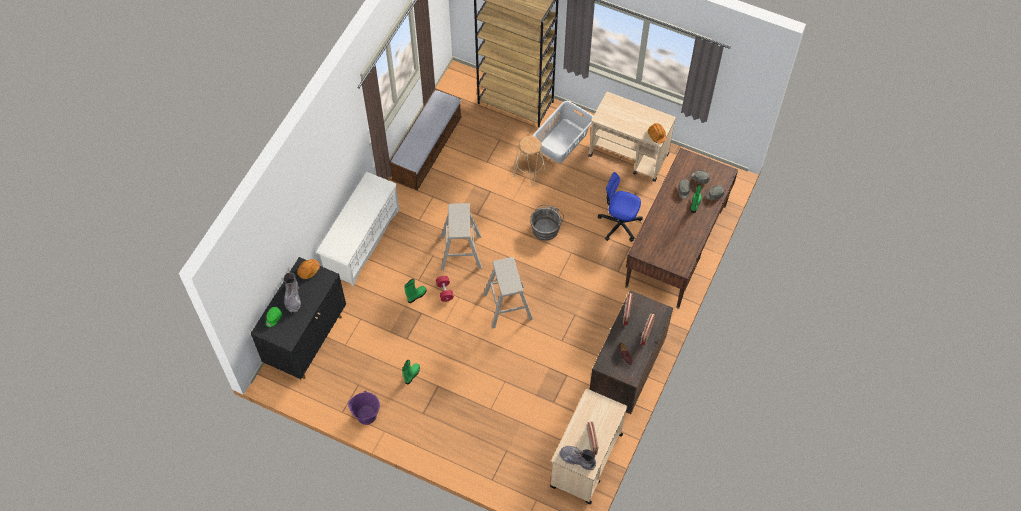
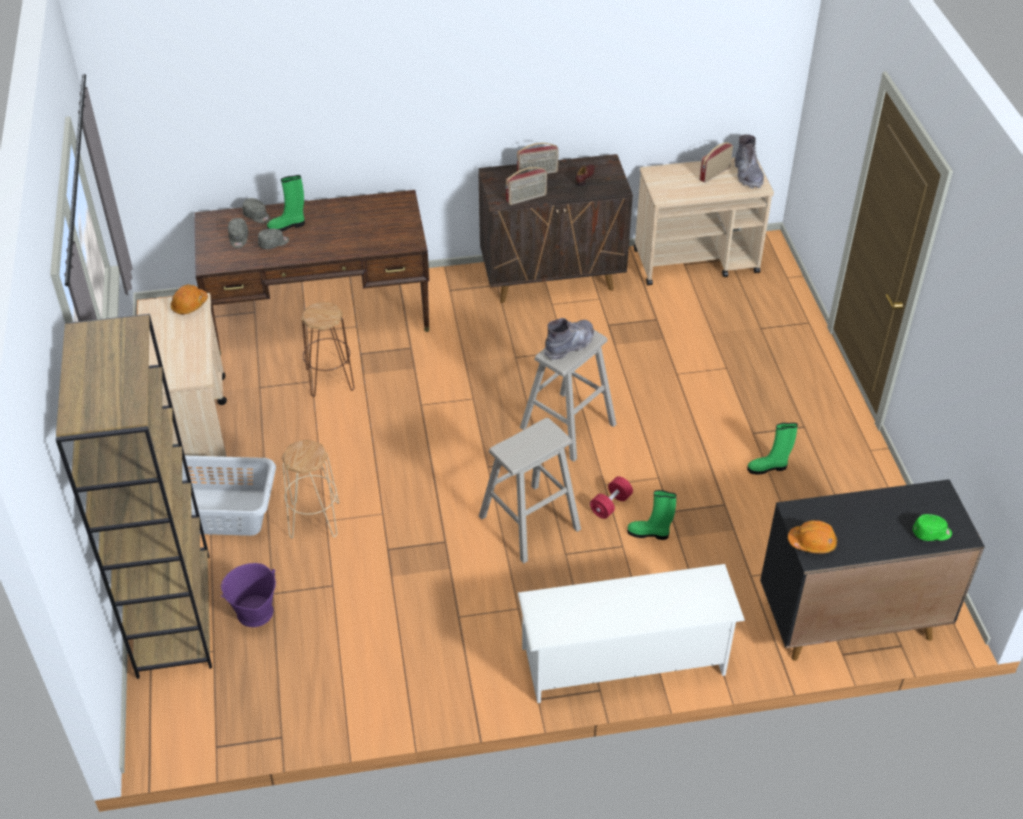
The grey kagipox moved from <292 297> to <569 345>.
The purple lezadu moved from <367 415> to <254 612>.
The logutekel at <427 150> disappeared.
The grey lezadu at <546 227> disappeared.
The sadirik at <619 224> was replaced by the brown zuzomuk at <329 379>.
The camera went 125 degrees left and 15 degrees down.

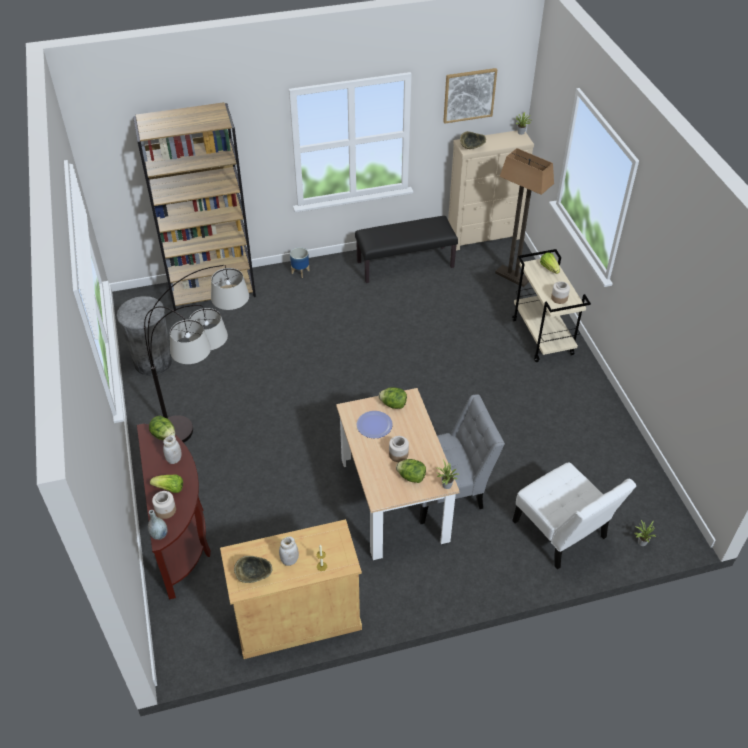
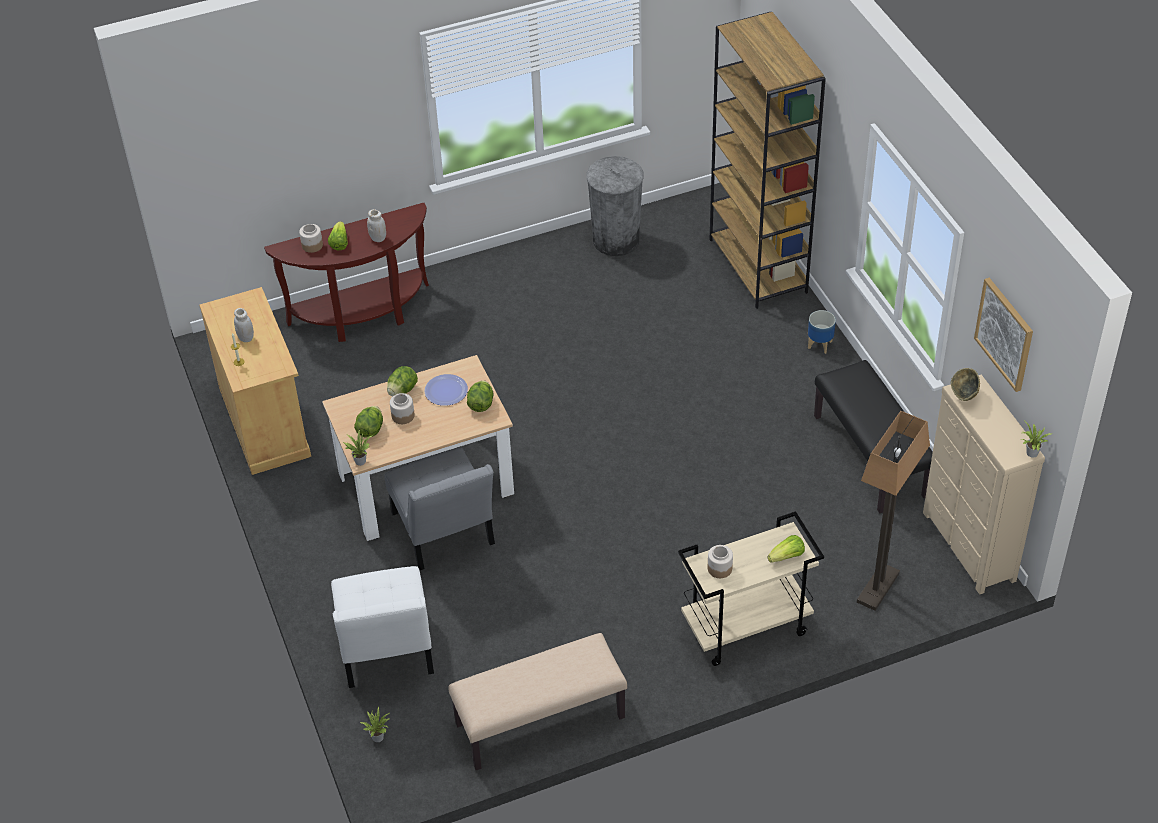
The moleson at <214 444> disappeared.
The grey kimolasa at <159 535> disappeared.
The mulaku moved from <164 435> to <402 390>.
The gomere at <254 576> disappeared.
The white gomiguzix at <562 533> turned 60 degrees counterclockwise.
The beige logutekel at <540 722> appeared.
The camera went 85 degrees right and 0 degrees up.

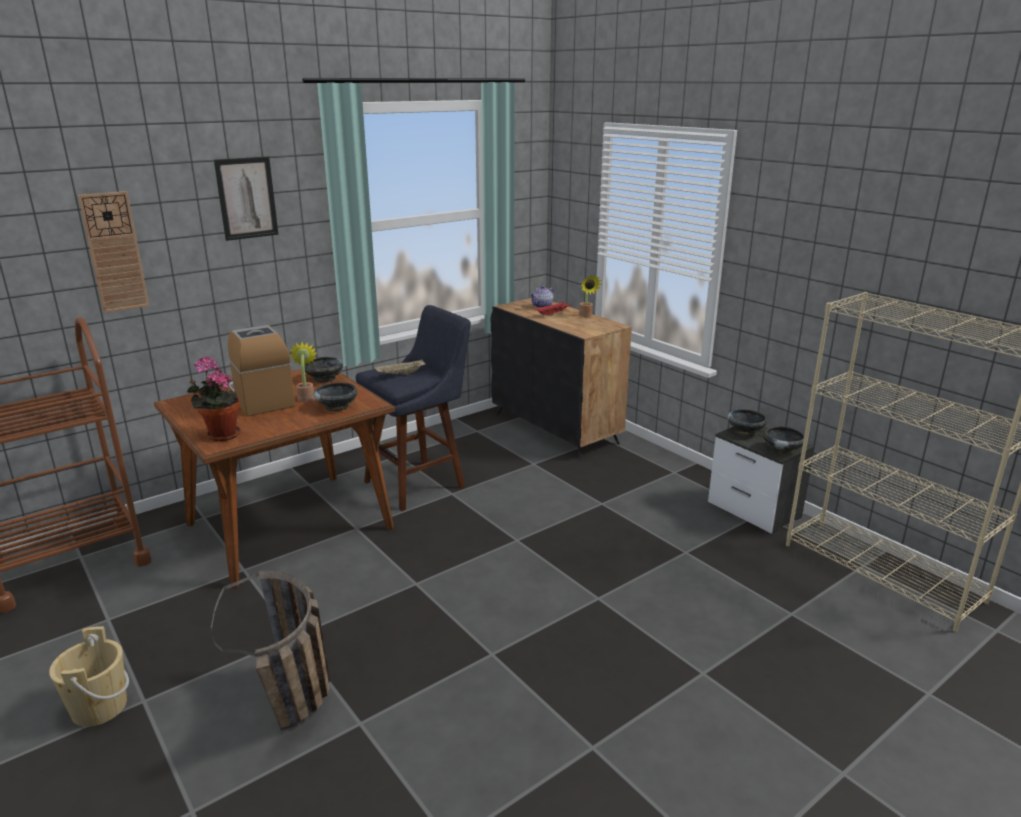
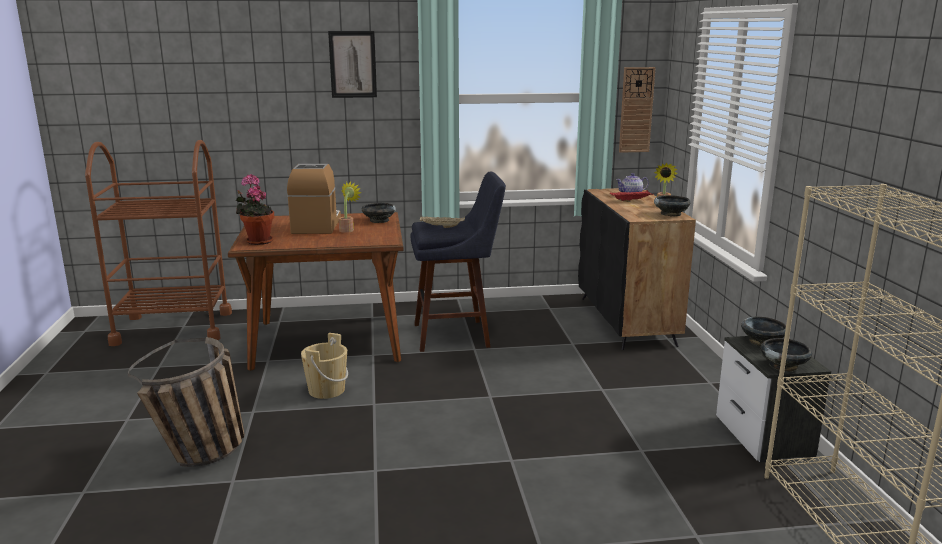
The beige lezadu moved from <99 707> to <326 390>.
The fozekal moved from <114 252> to <636 110>.
The black gomere moved from <337 407> to <671 214>.
The camera went 30 degrees right and 5 degrees down.

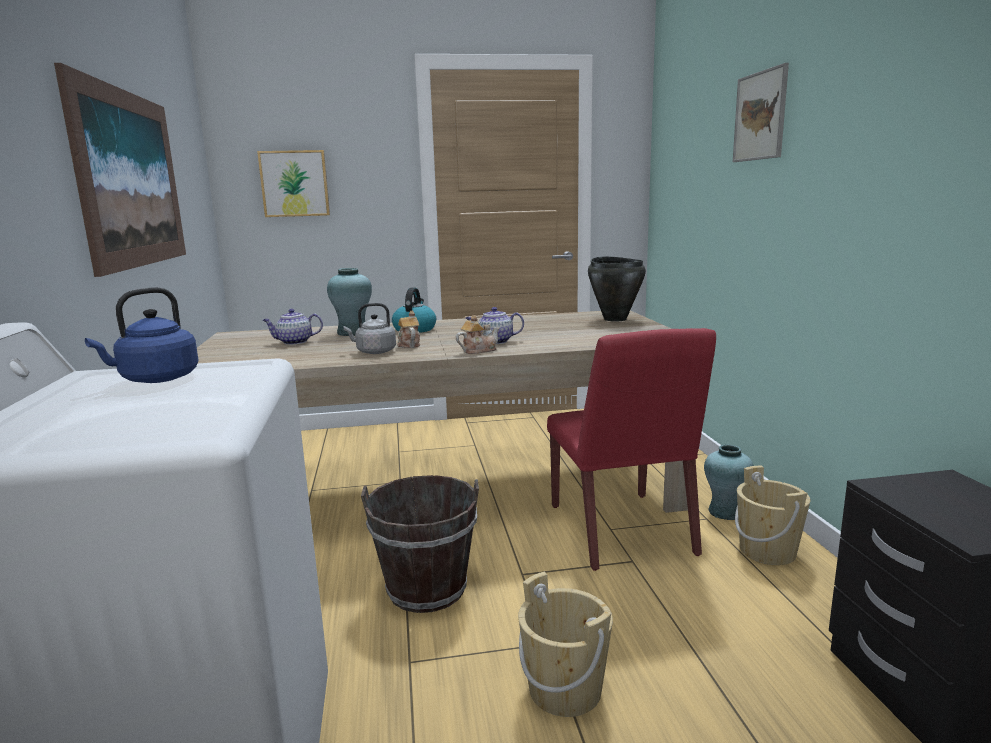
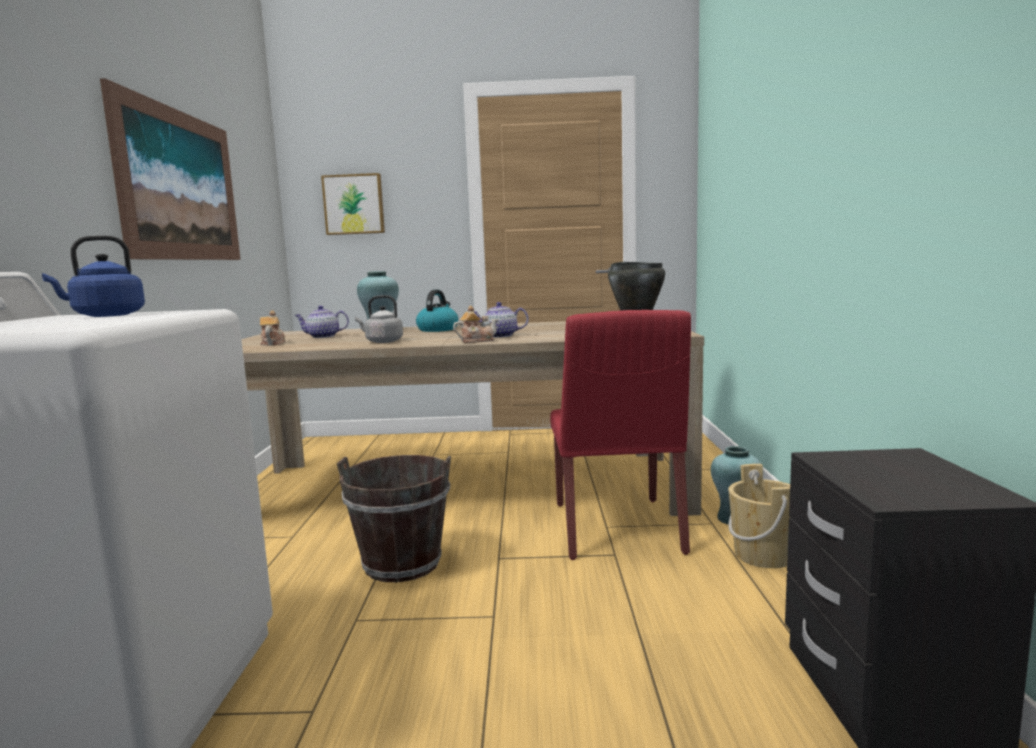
The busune moved from <408 345> to <273 344>.
The beige lezadu at <565 689> disappeared.
The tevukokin at <760 116> disappeared.
The camera went 10 degrees right and 5 degrees down.

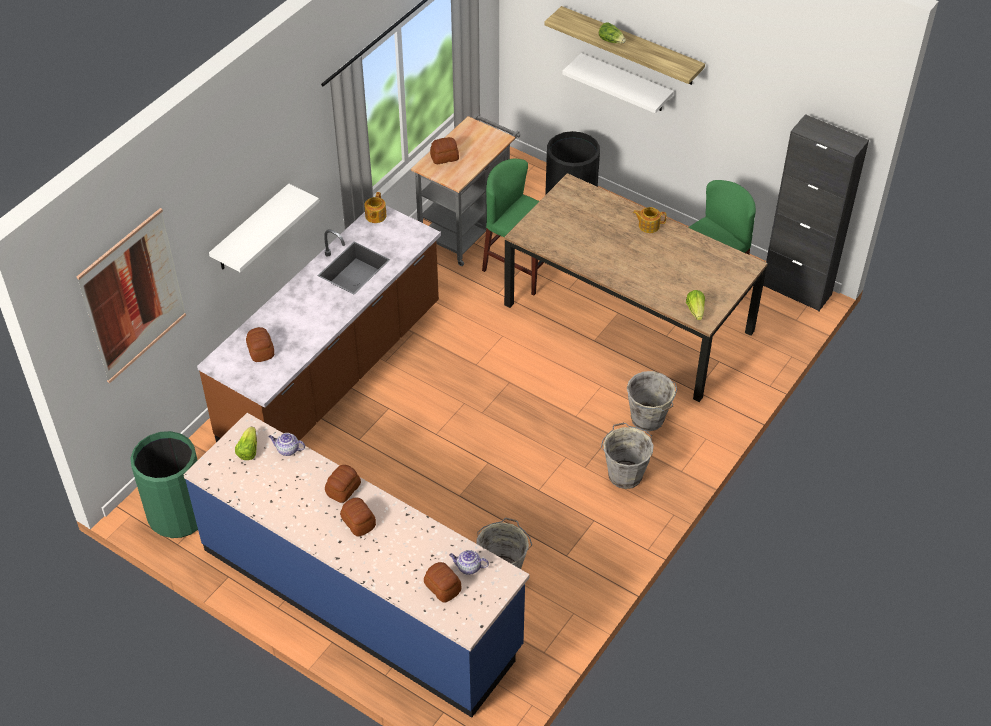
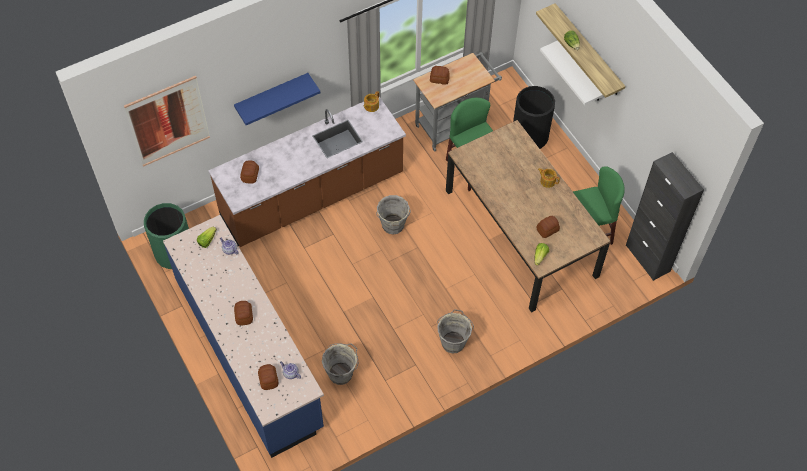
The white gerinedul at <251 229> became the blue gerinedul at <272 95>.
The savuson moved from <342 489> to <547 230>.
The grey lezadu moved from <648 420> to <393 226>.
The camera went 25 degrees right and 10 degrees up.

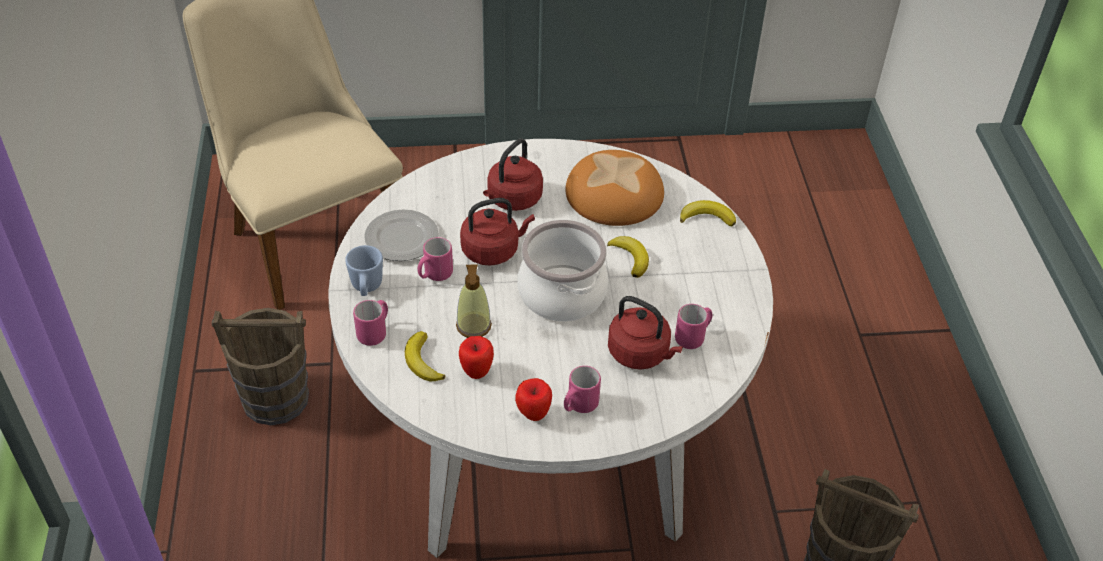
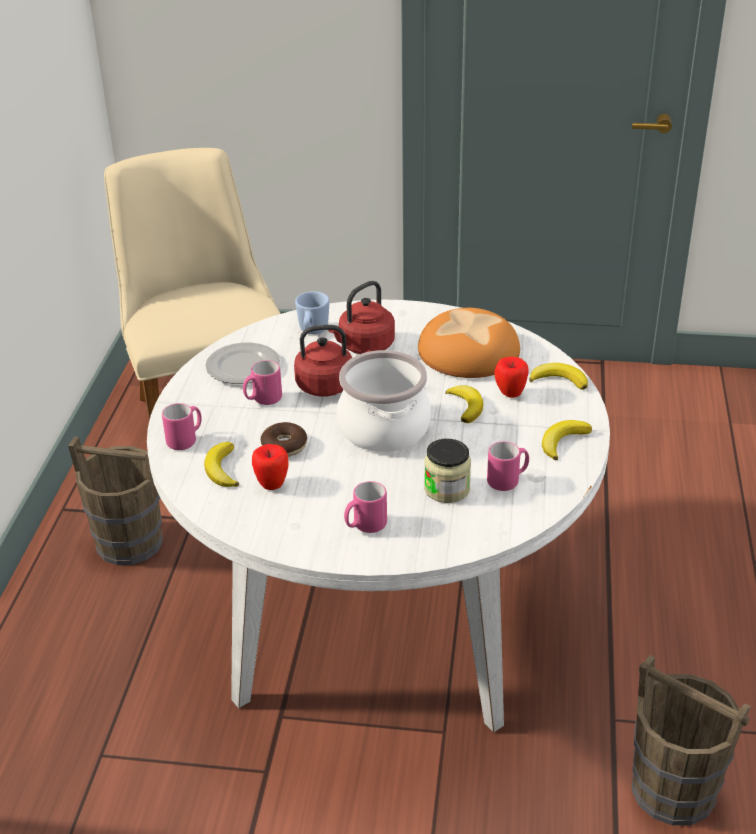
The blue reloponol moved from <366 288> to <312 332>.
The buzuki at <473 326> was replaced by the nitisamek at <284 446>.
The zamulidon moved from <533 415> to <510 394>.
The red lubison at <641 354> was replaced by the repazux at <447 489>.
The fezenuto at <562 441> appeared.
The camera went 15 degrees right and 10 degrees down.

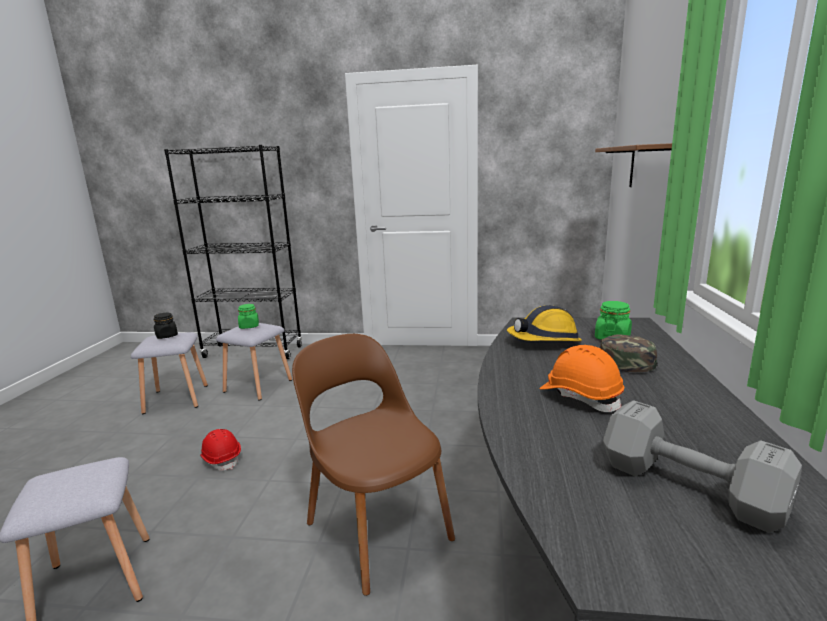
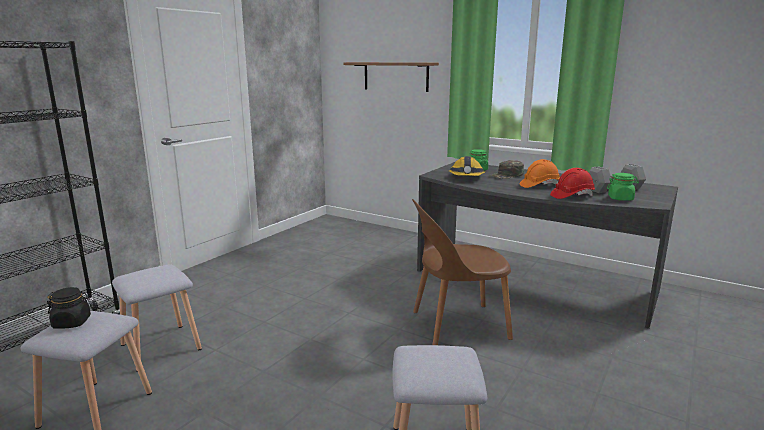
The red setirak moved from <221 459> to <571 196>.
The green repazux moved from <249 326> to <620 198>.
The camera went 65 degrees left and 0 degrees up.

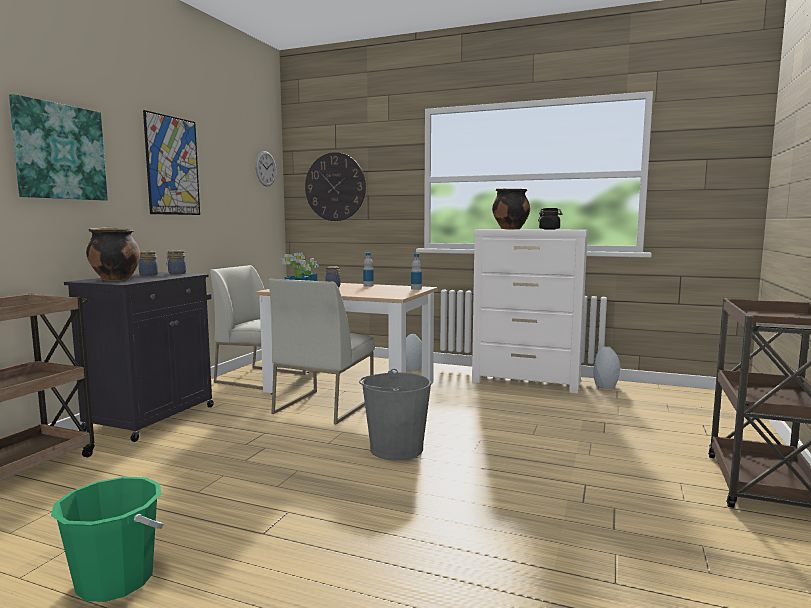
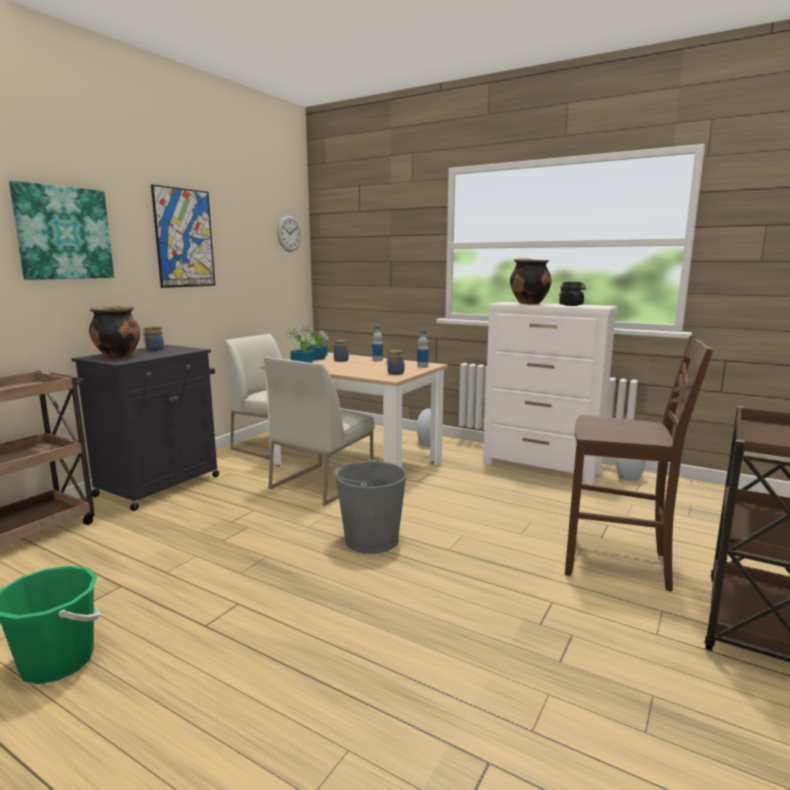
The repazux moved from <176 273> to <395 373>.
The fozekal at <335 187> disappeared.
The brown gomiguzix at <618 564> appeared.
The camera went 10 degrees right and 5 degrees up.

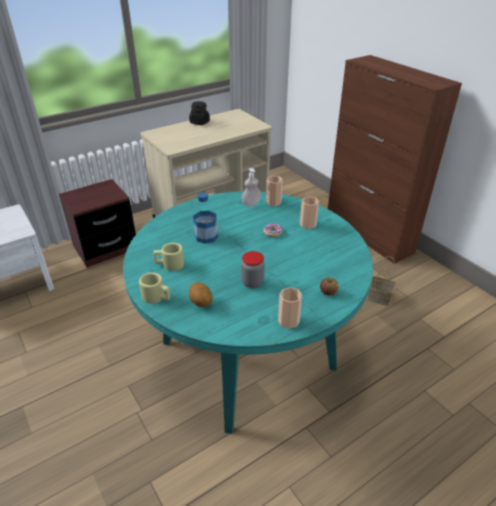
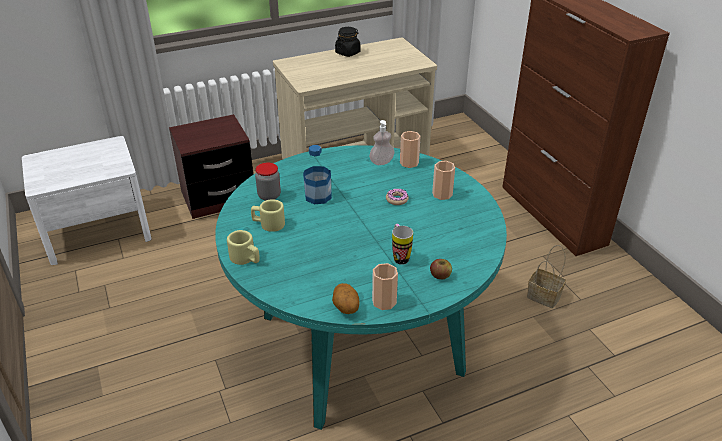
The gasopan moved from <200 303> to <345 308>.
The repazux moved from <252 282> to <269 196>.
The reloponol at <399 256> appeared.
The camera went 10 degrees right and 0 degrees up.

